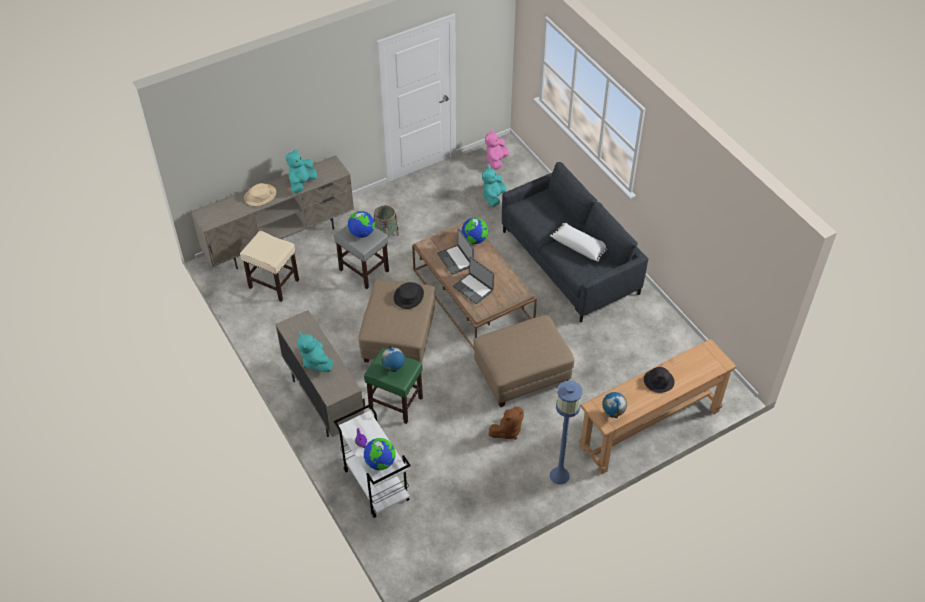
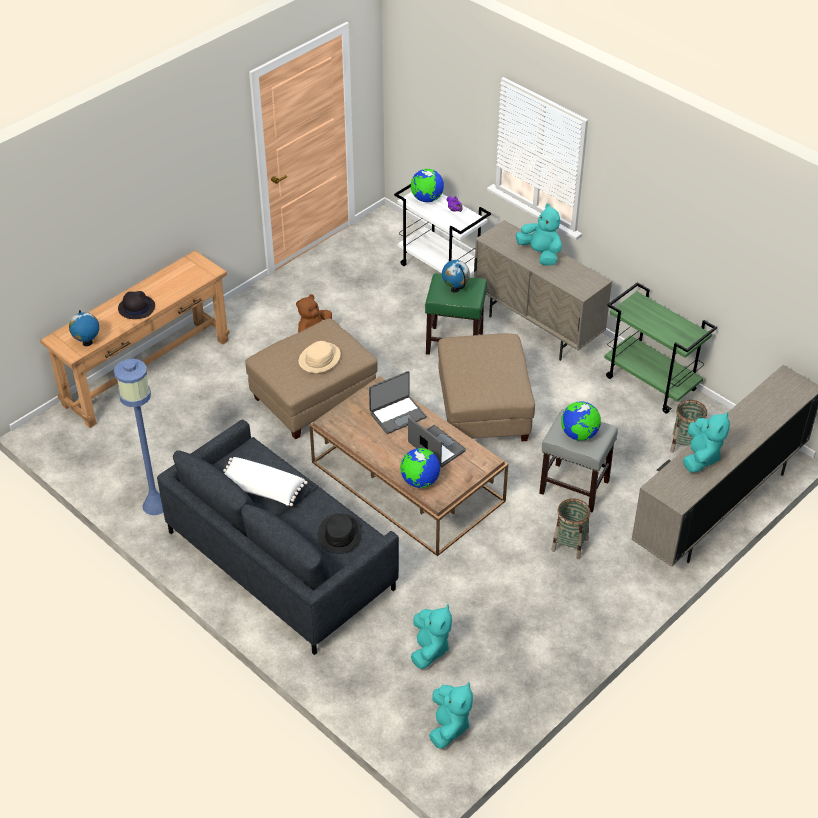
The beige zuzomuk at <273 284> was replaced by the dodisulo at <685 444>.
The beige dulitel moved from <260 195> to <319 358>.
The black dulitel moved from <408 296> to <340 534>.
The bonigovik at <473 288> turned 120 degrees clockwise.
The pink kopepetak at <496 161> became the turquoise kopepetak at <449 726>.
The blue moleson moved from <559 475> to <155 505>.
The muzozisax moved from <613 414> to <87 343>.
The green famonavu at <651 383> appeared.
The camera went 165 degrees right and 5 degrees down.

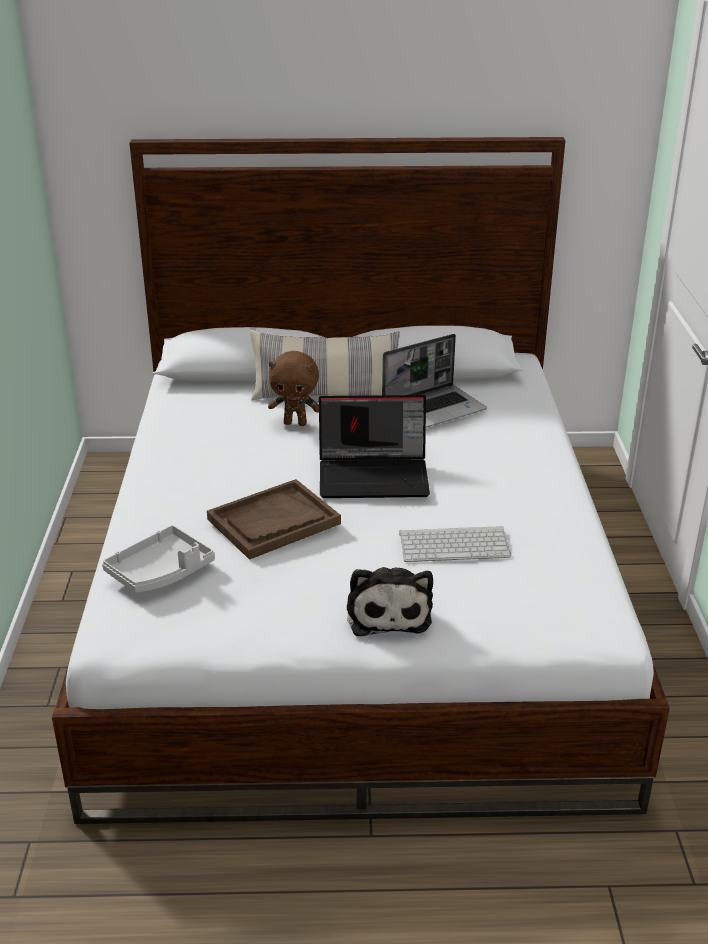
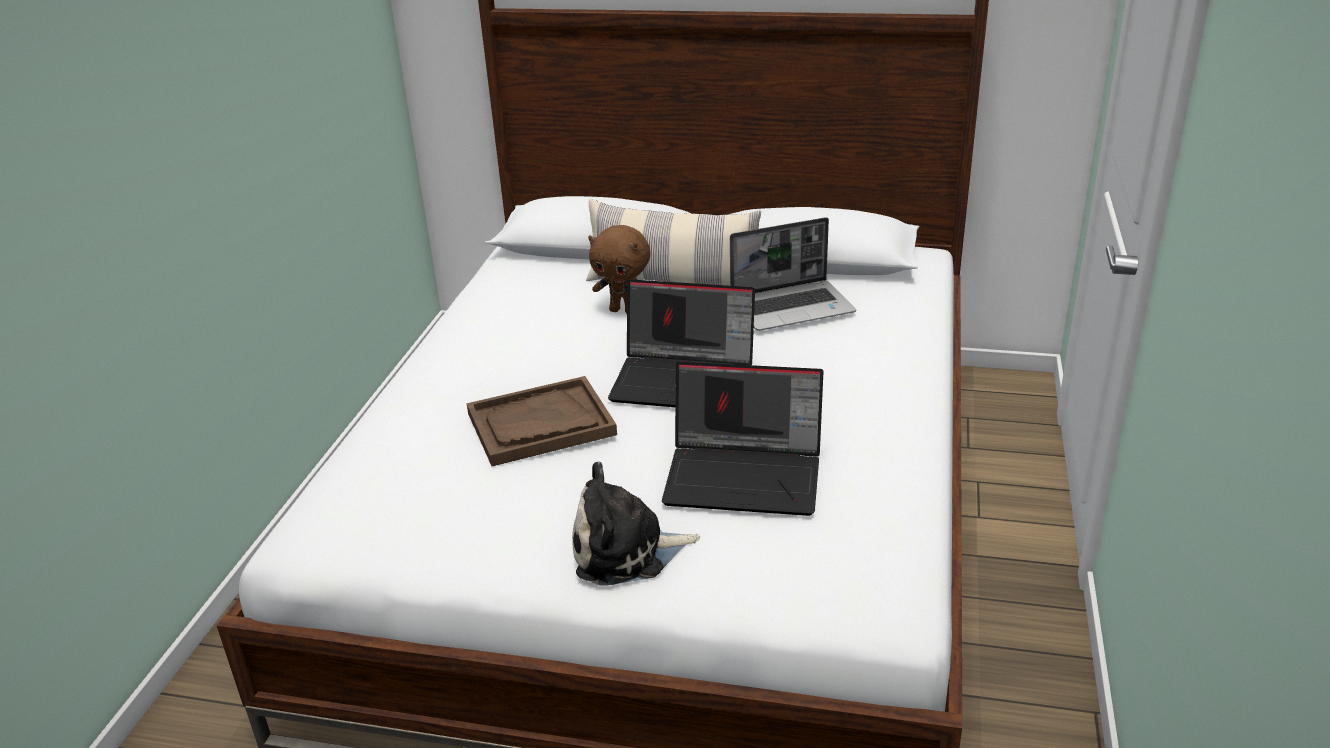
The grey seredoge at <161 572> disappeared.
The kopepetak at <388 612> turned 75 degrees clockwise.
The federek at <455 544> was replaced by the bonigovik at <746 475>.
The camera went 15 degrees right and 0 degrees up.

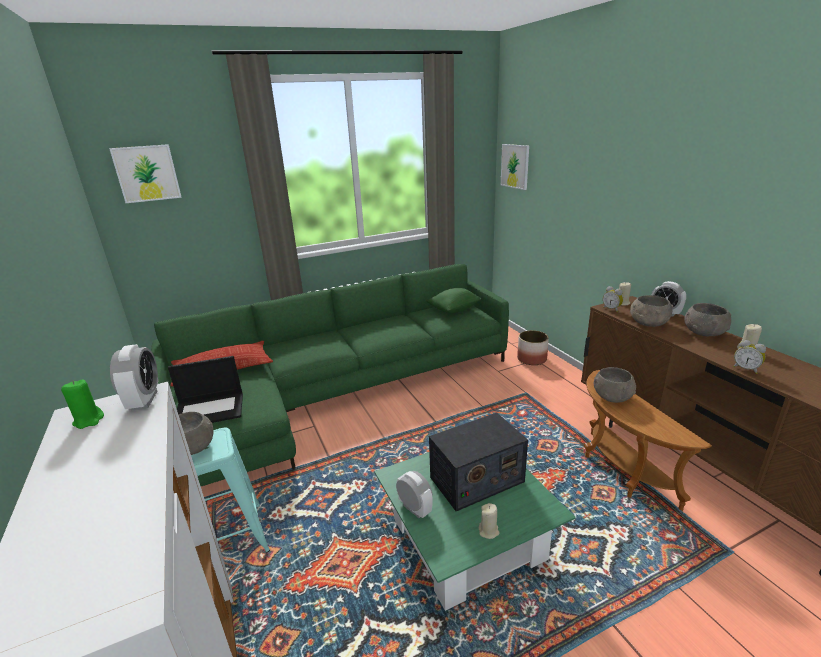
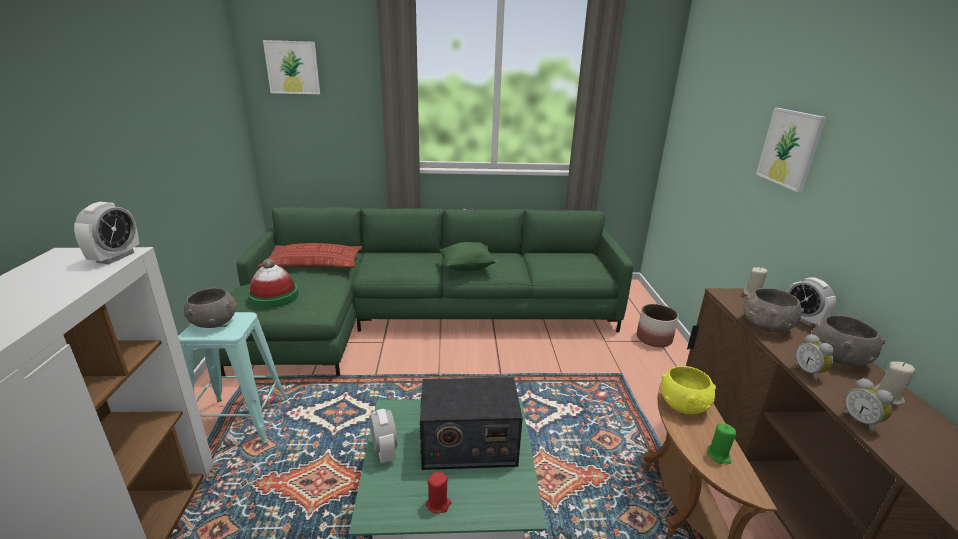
The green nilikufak moved from <89 420> to <718 455>.
The bonigovik at <210 410> was replaced by the dulitel at <274 296>.
The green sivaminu moved from <454 310> to <467 267>.
The beige nilikufak at <488 531> became the red nilikufak at <438 504>.
The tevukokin moved from <515 166> to <790 148>.
The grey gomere at <612 396> became the yellow gomere at <684 404>.
The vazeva moved from <612 309> to <809 372>.
The camera went 20 degrees right and 0 degrees up.

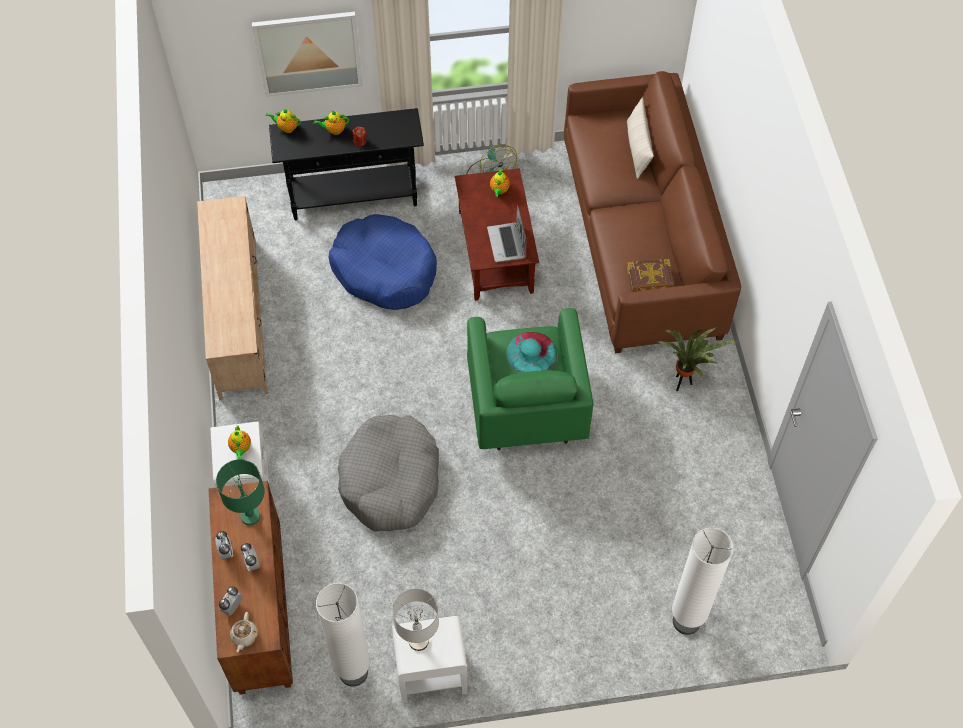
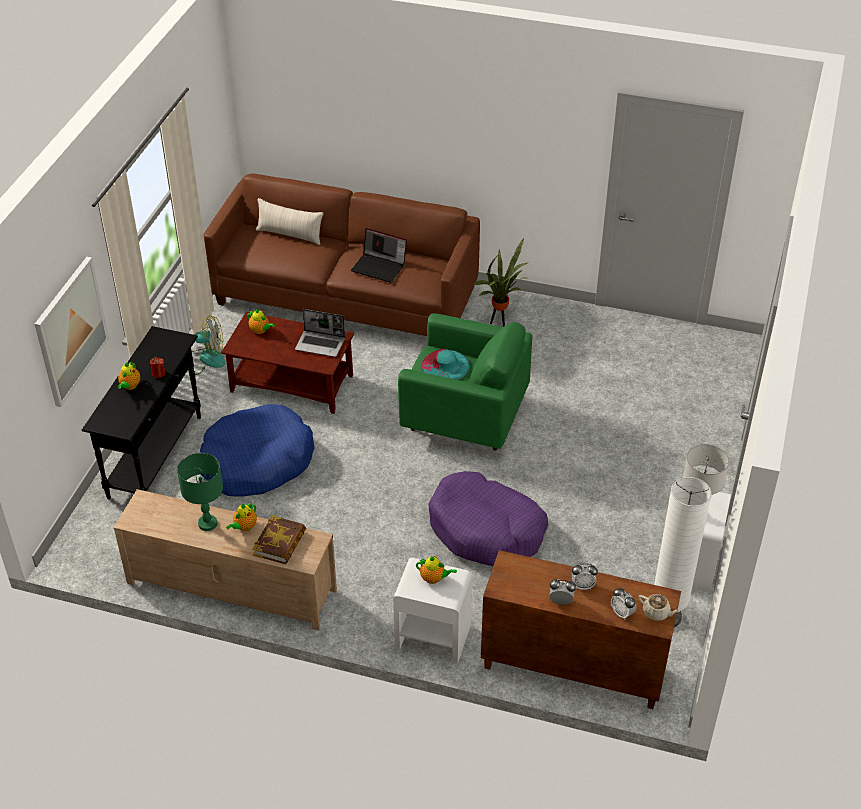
The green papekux moved from <250 516> to <207 524>.
The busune moved from <286 128> to <244 527>.
The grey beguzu at <390 480> became the purple beguzu at <486 530>.
The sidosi moved from <650 279> to <280 543>.
The white moleson at <686 621> disappeared.
The bonigovik at <380 267> appeared.
The camera went 65 degrees left and 15 degrees down.

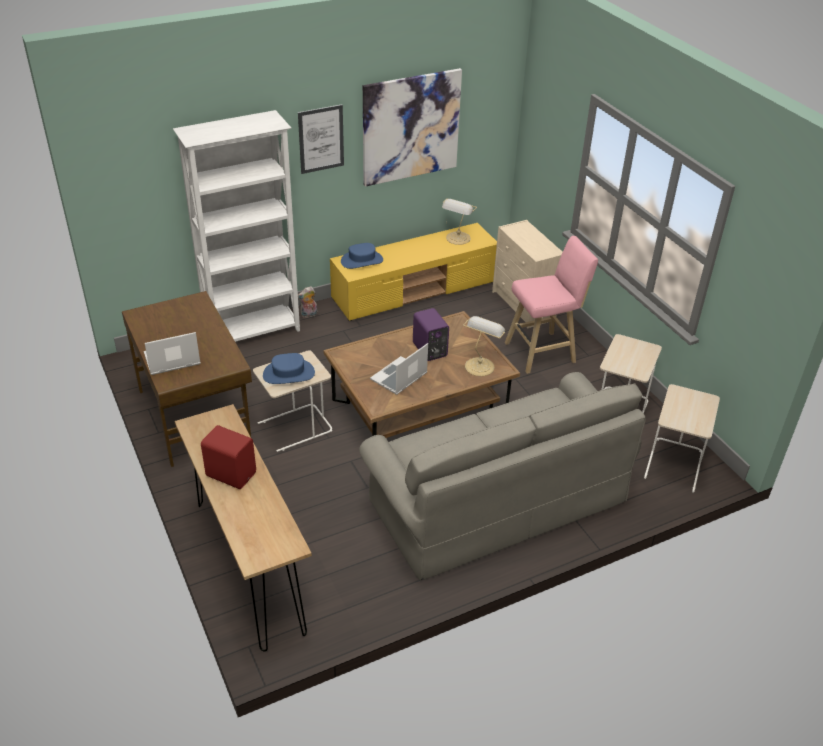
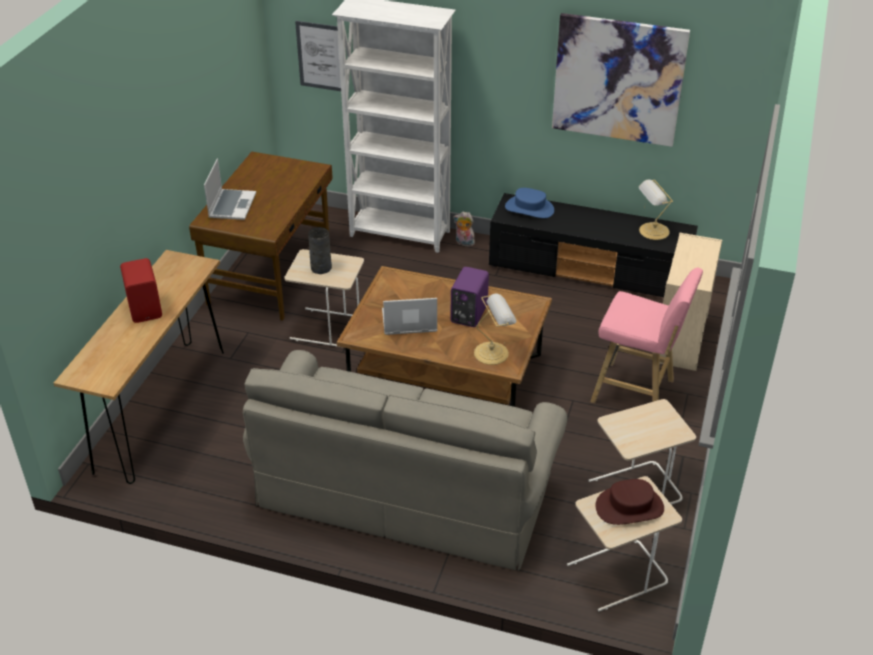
The bonigovik at <171 360> turned 75 degrees clockwise.
The blue dulitel at <288 374> was replaced by the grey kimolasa at <320 268>.
The tevukokin moved from <321 139> to <321 56>.
The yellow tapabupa at <415 290> became the black tapabupa at <590 270>.
The brown dulitel at <629 507> appeared.
The camera went 45 degrees right and 0 degrees up.

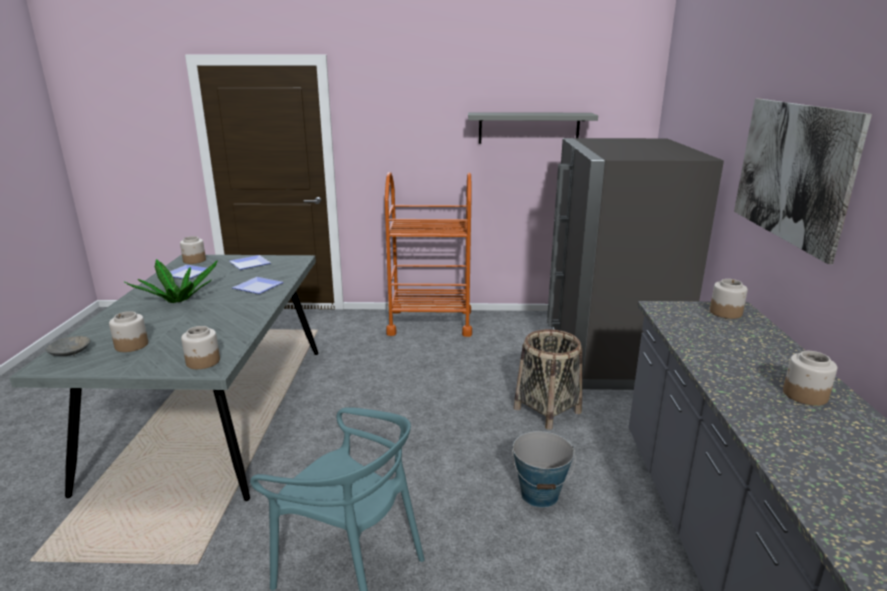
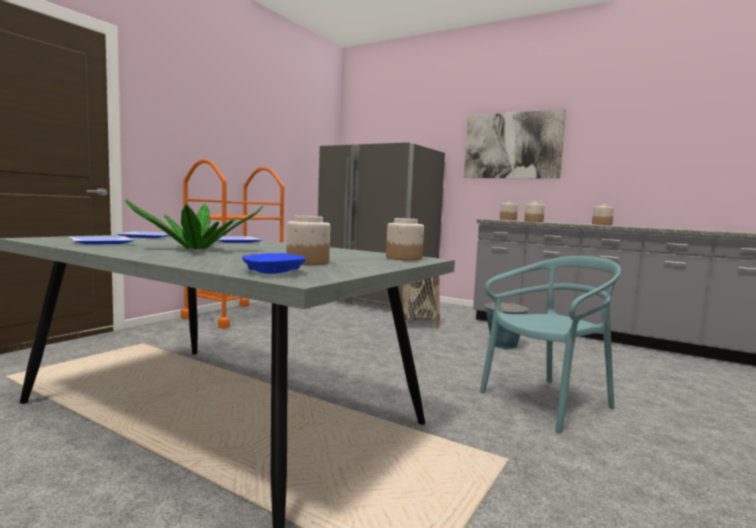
The grey gomere at <70 352> became the blue gomere at <273 272>.
The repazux moved from <194 260> to <534 221>.
The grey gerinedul at <529 128> disappeared.
The camera went 60 degrees left and 15 degrees down.

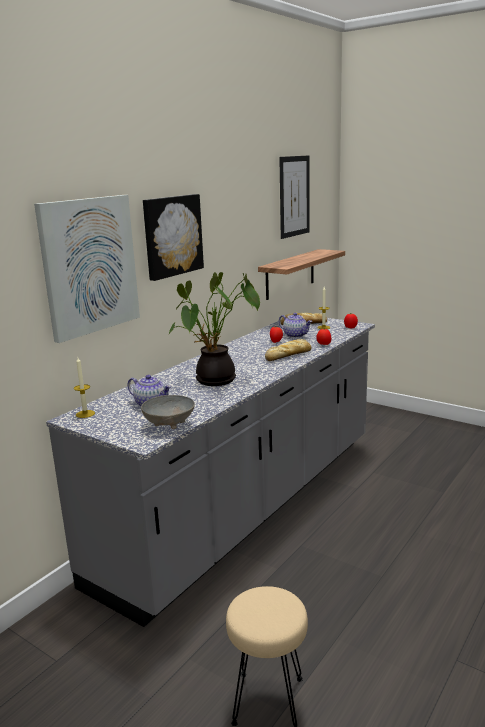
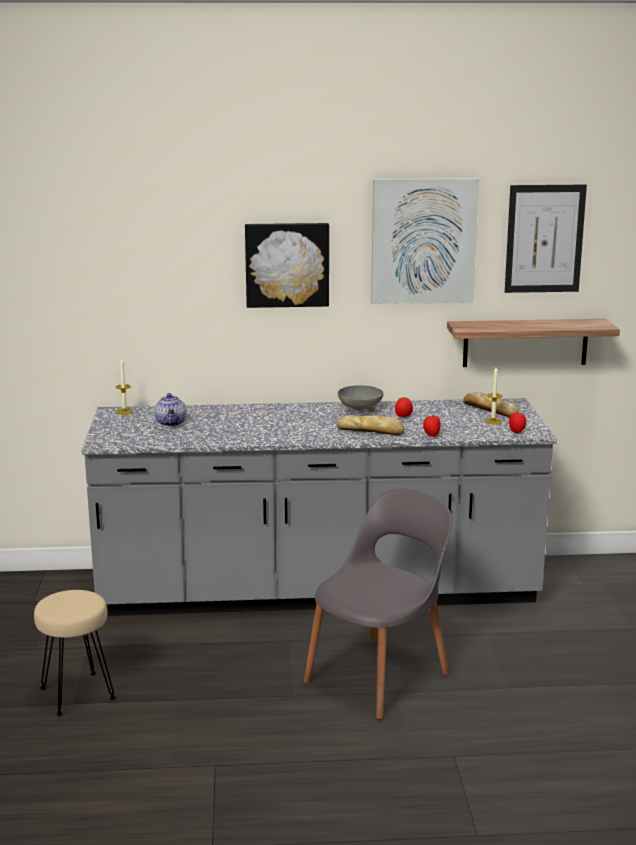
The tevukokin moved from <89 266> to <423 241>.
The grey gomere moved from <168 425> to <359 411>.
The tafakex at <215 381> disappeared.
The busune at <295 335> disappeared.
The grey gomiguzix at <380 676> appeared.
The camera went 50 degrees right and 0 degrees up.

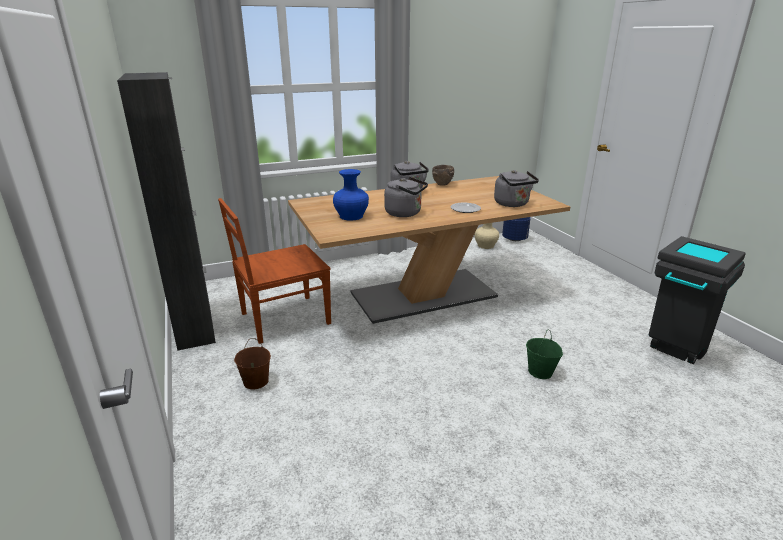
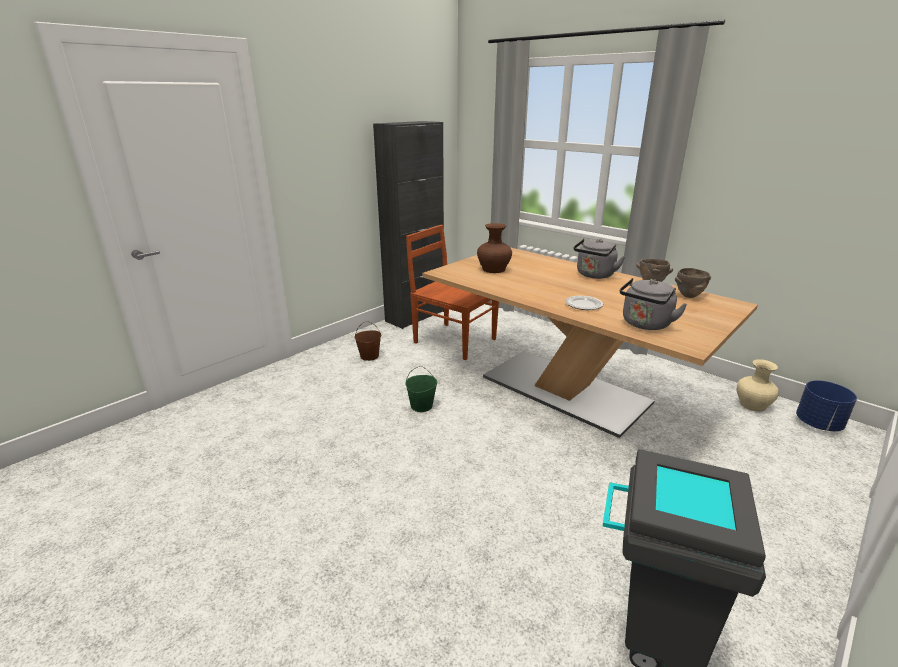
The blue kimolasa at <351 216> became the brown kimolasa at <493 269>.
The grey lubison at <405 213> disappeared.
The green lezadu moved from <540 372> to <421 406>.
The brown gomere at <688 296> appeared.
The camera went 65 degrees right and 0 degrees up.

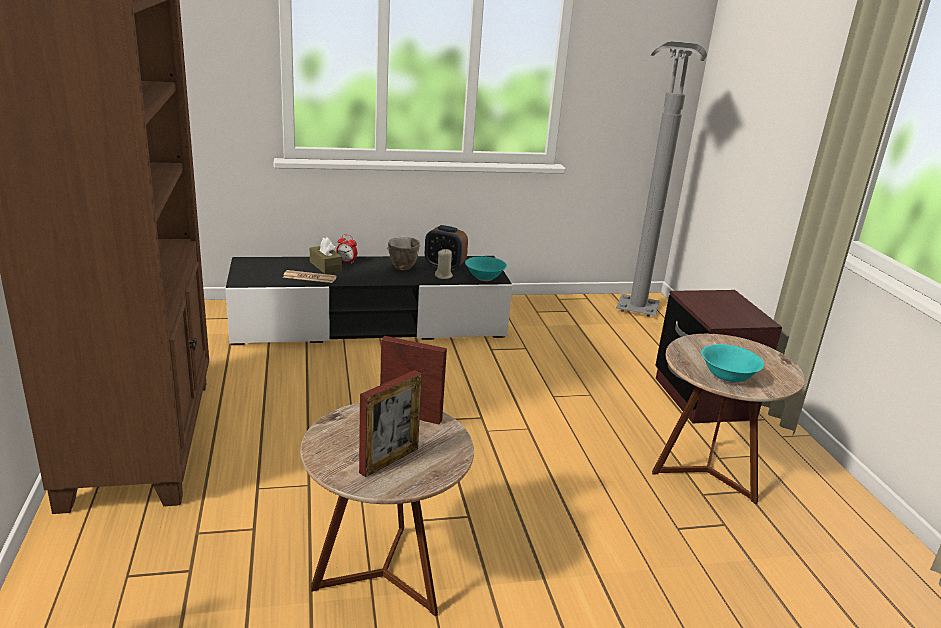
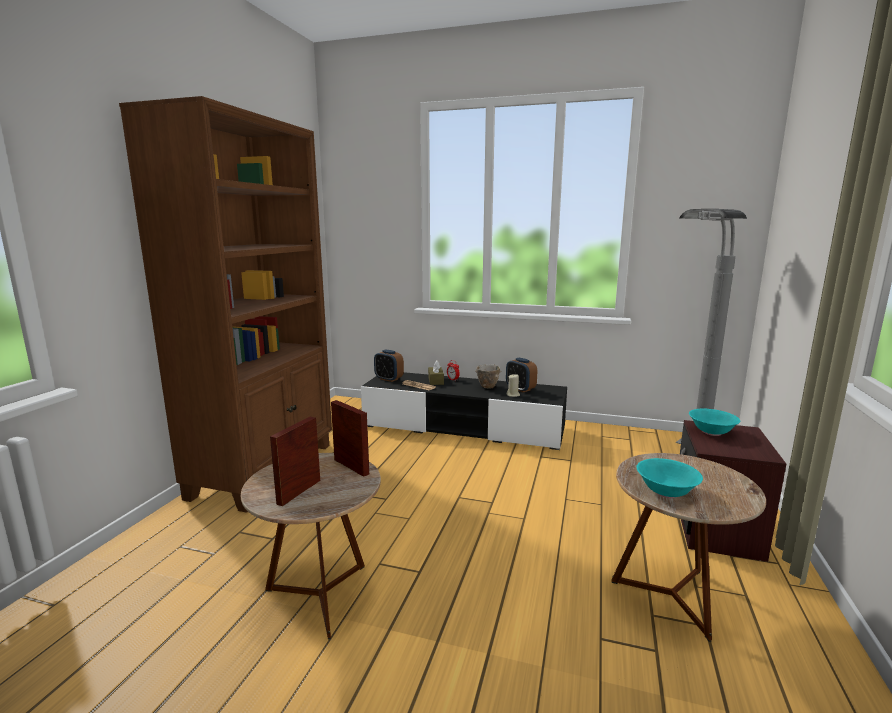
The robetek at <389 460> turned 135 degrees clockwise.
The turquoise gomere moved from <484 278> to <711 432>.
The vazeva at <389 379> appeared.
The camera went 30 degrees right and 10 degrees down.

